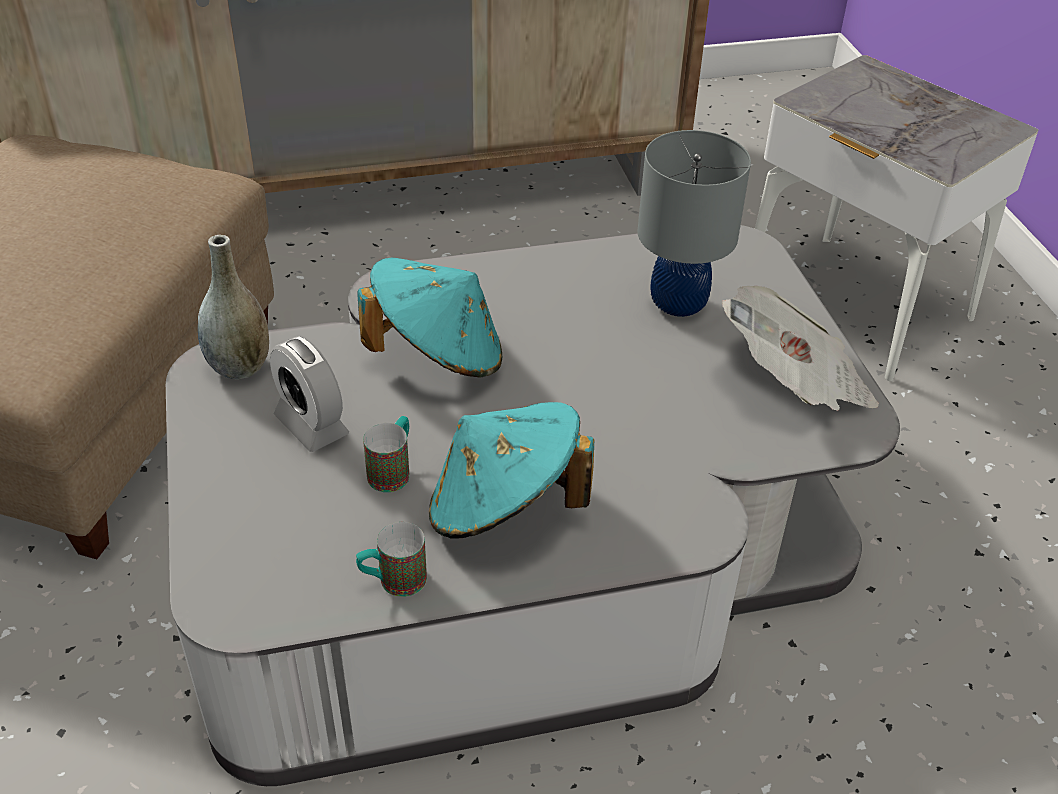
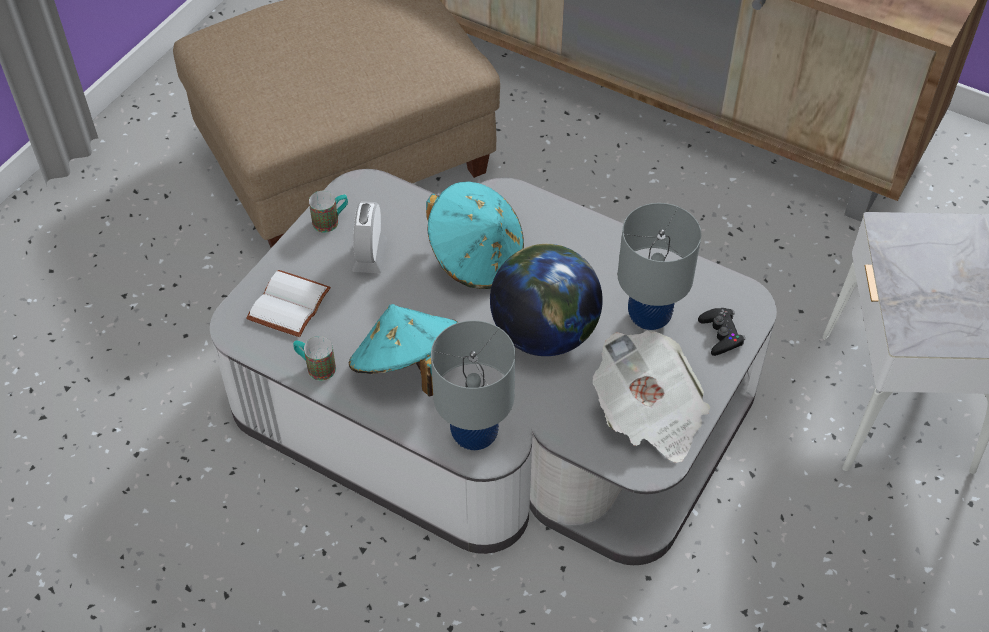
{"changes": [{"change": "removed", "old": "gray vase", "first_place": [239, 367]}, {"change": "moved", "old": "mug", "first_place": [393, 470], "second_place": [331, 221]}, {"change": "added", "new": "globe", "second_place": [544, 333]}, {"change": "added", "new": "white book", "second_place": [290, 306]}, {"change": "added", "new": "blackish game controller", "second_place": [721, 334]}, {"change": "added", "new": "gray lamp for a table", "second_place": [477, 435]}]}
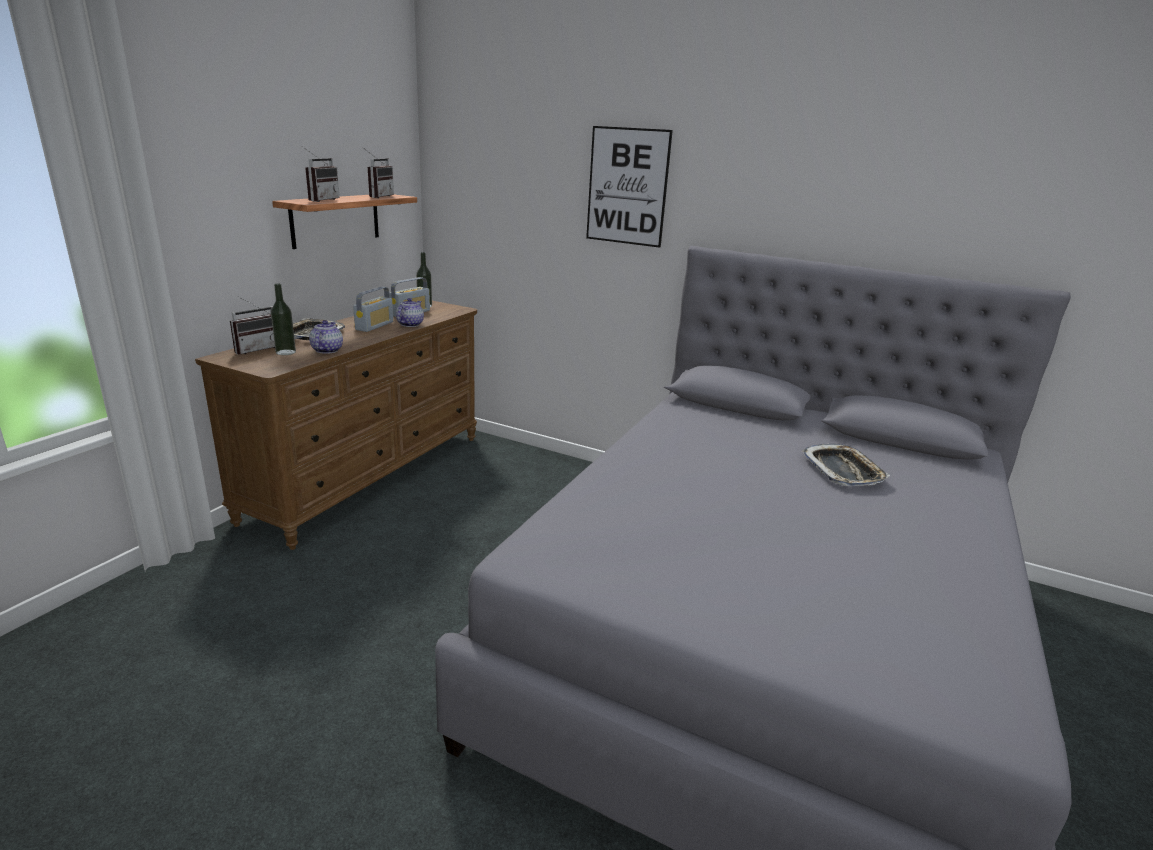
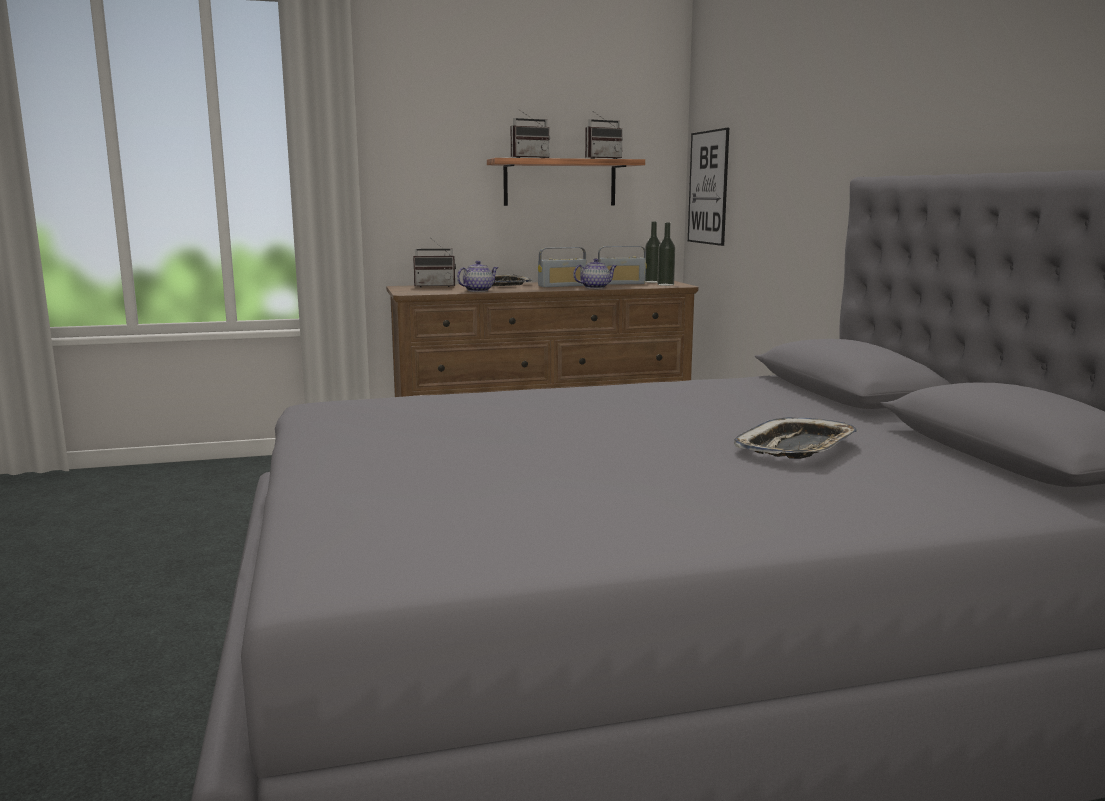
{"changes": [{"change": "moved", "old": "picture", "first_place": [627, 187], "second_place": [708, 187]}, {"change": "moved", "old": "beverage bottle", "first_place": [285, 352], "second_place": [665, 284]}]}
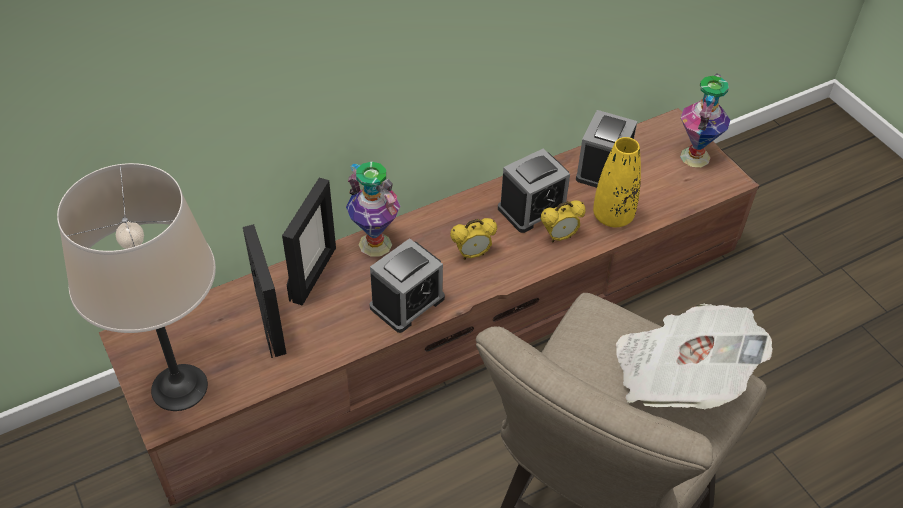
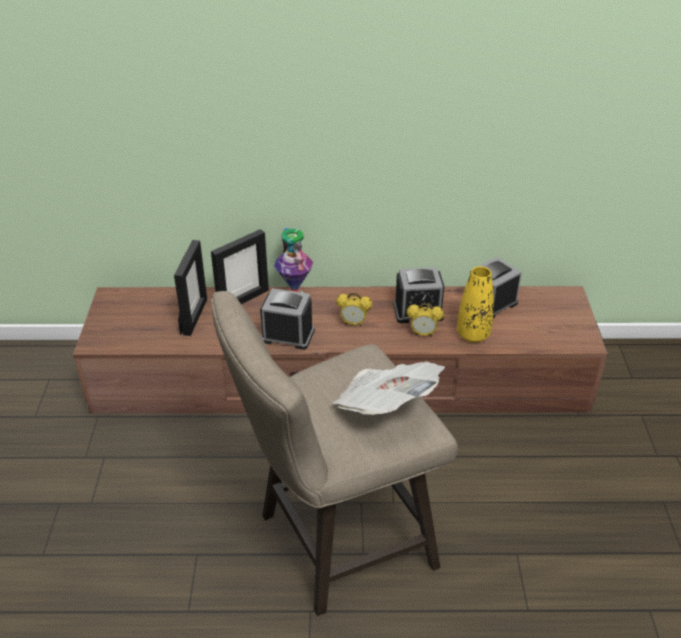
{"changes": [{"change": "removed", "old": "vase", "first_place": [695, 157]}, {"change": "removed", "old": "sand-coloured lamp for a table", "first_place": [179, 388]}, {"change": "turned", "old": "bedside clock", "first_place": [407, 302], "second_place": [287, 335], "degrees": -150}]}
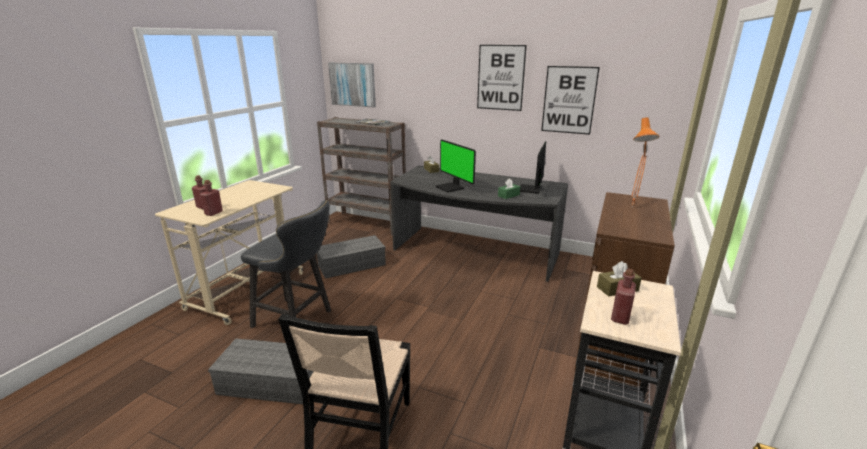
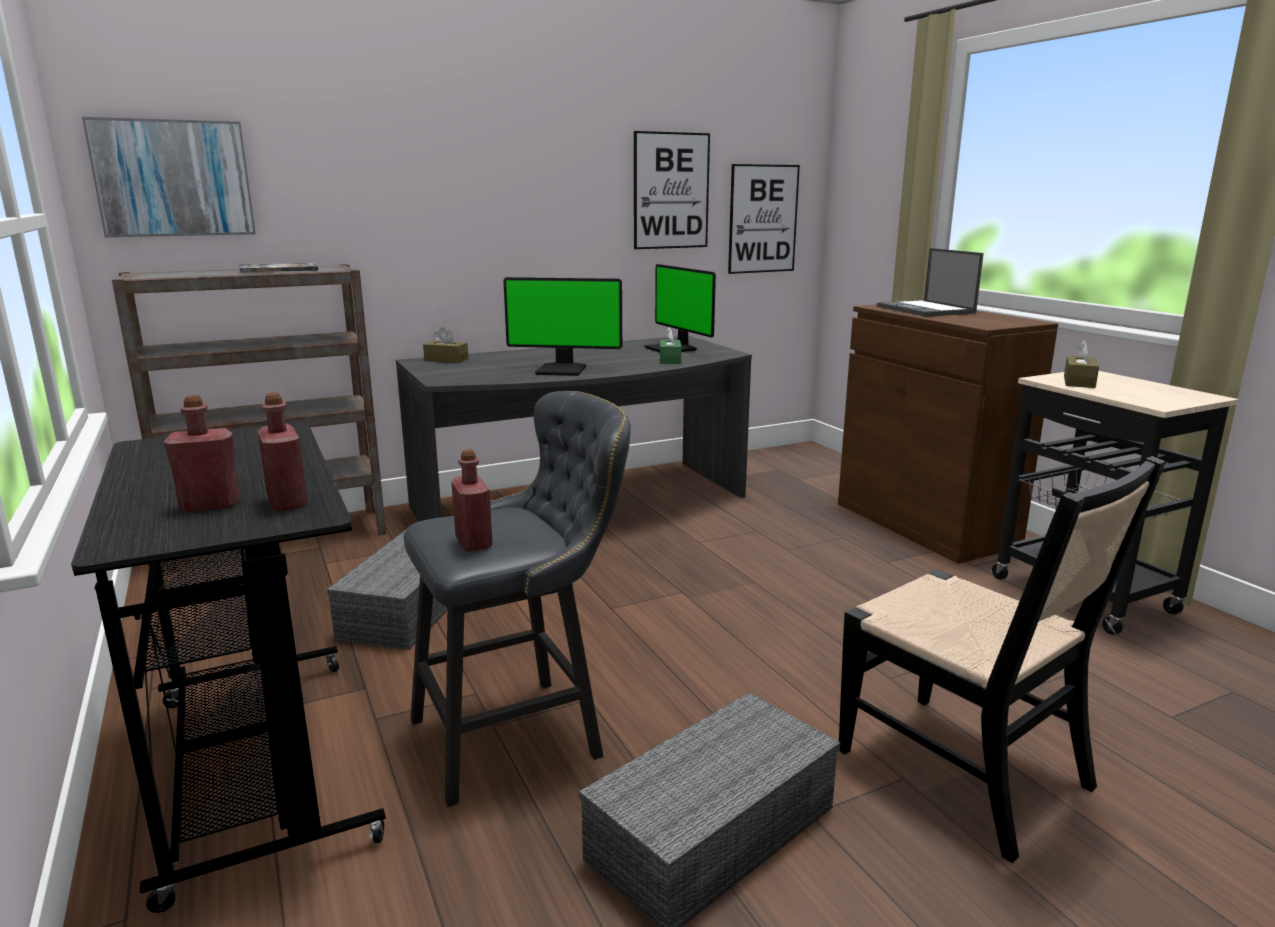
{"changes": [{"change": "moved", "old": "picture", "first_place": [500, 78], "second_place": [763, 219]}, {"change": "replaced", "old": "orange lamp for a table", "new": "laptop", "first_place": [634, 207], "second_place": [926, 310]}, {"change": "recoloured", "old": "sand-coloured desk table", "new": "blackish desk table", "first_place": [247, 290], "second_place": [262, 766]}, {"change": "moved", "old": "red beverage bottle", "first_place": [620, 317], "second_place": [473, 543]}]}
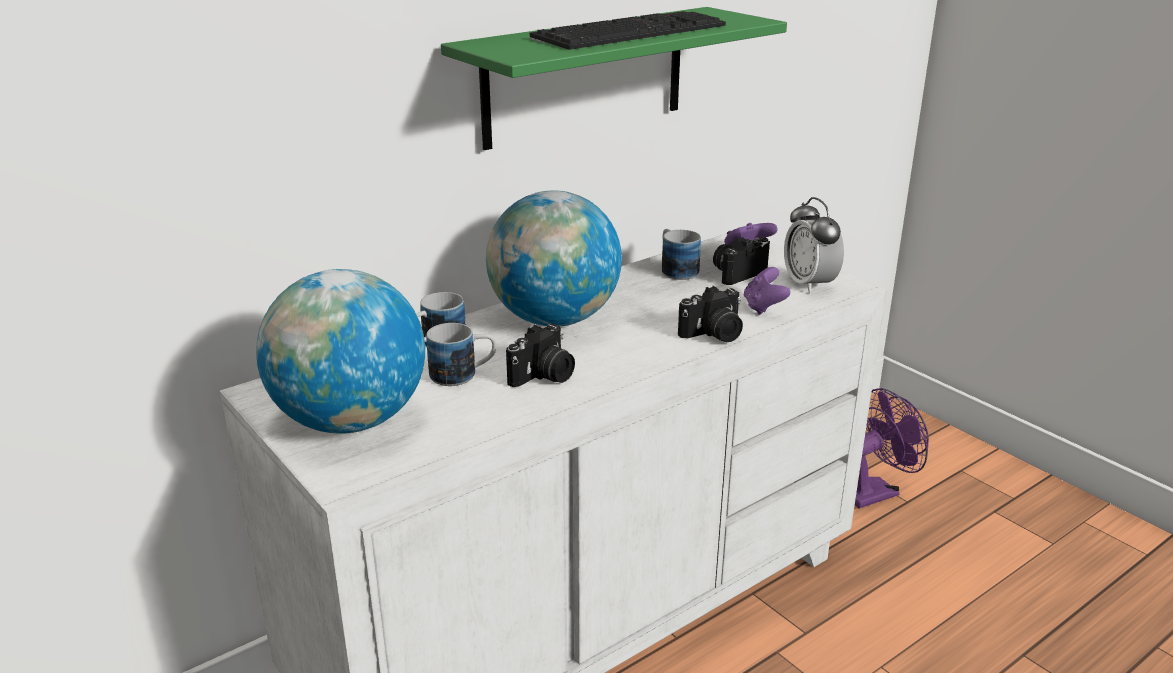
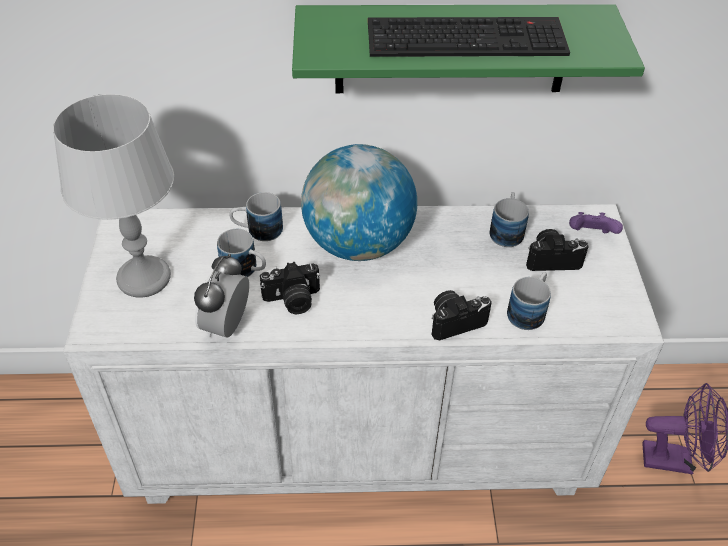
{"changes": [{"change": "moved", "old": "bedside clock", "first_place": [809, 284], "second_place": [226, 325]}, {"change": "replaced", "old": "purple-coloured game controller", "new": "mug", "first_place": [763, 307], "second_place": [529, 310]}, {"change": "replaced", "old": "globe", "new": "gray lamp for a table", "first_place": [350, 421], "second_place": [143, 278]}, {"change": "turned", "old": "still camera", "first_place": [714, 334], "second_place": [455, 321], "degrees": 150}]}
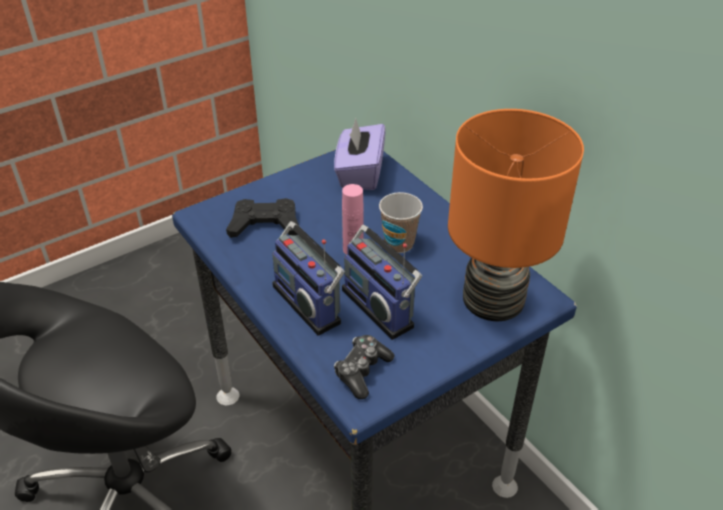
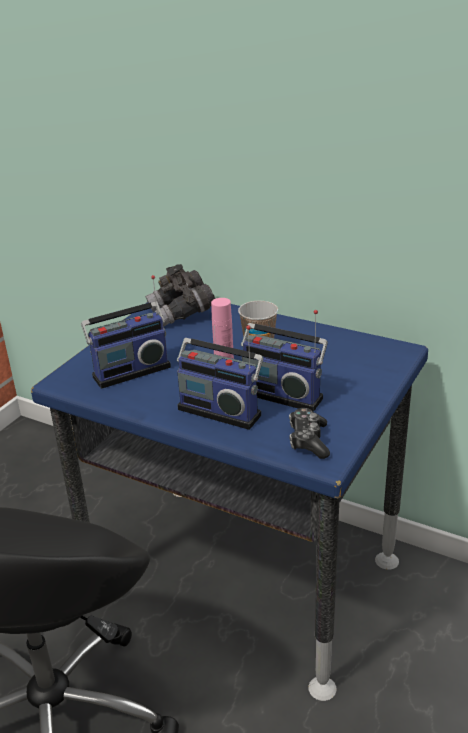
{"changes": [{"change": "removed", "old": "orange lamp for a table", "first_place": [493, 299]}, {"change": "replaced", "old": "purple-coloured tissue holder", "new": "gray binoculars", "first_place": [360, 173], "second_place": [182, 313]}, {"change": "replaced", "old": "blackish game controller", "new": "radio set", "first_place": [265, 225], "second_place": [130, 370]}]}
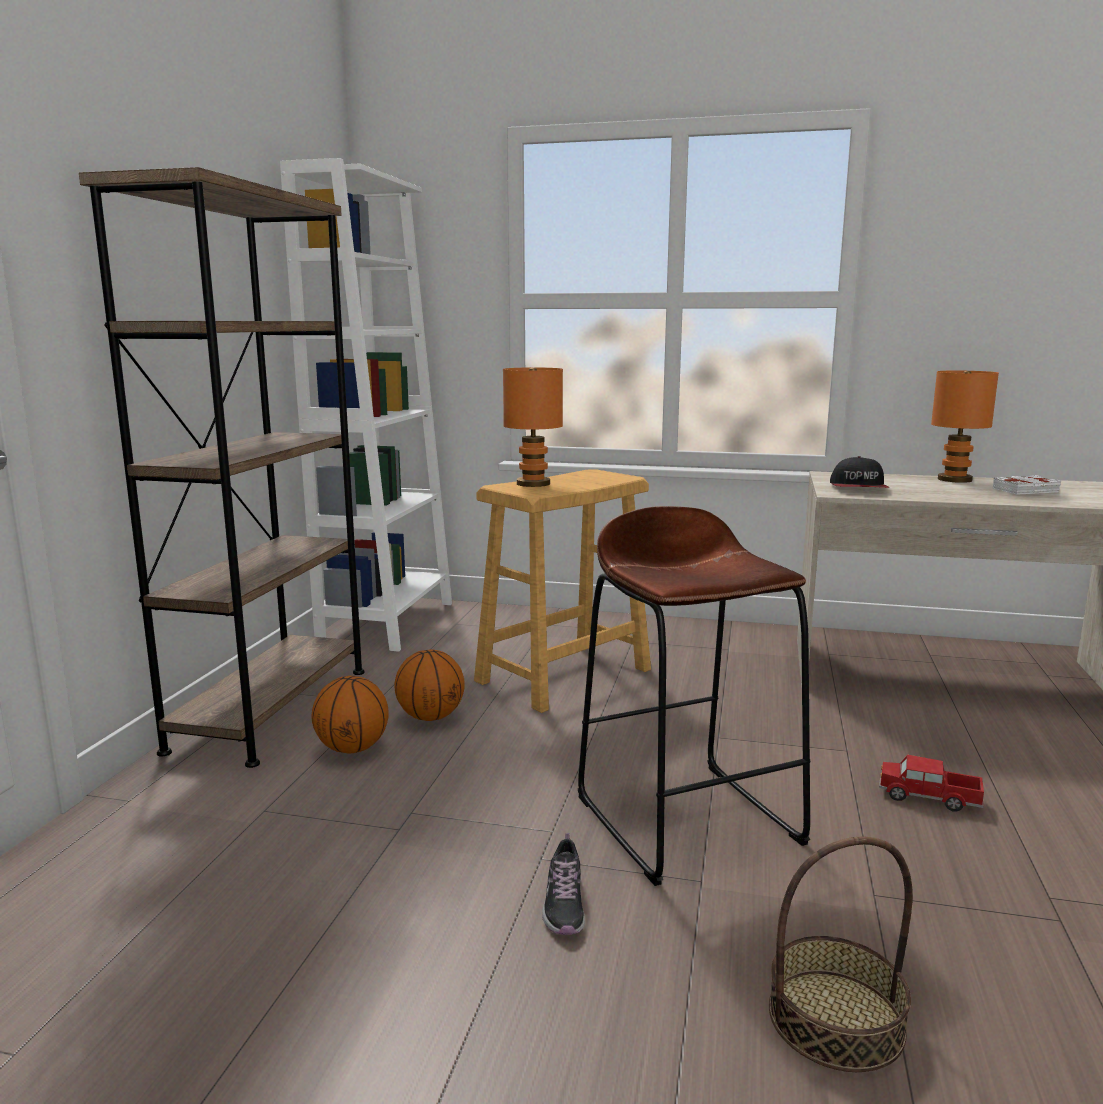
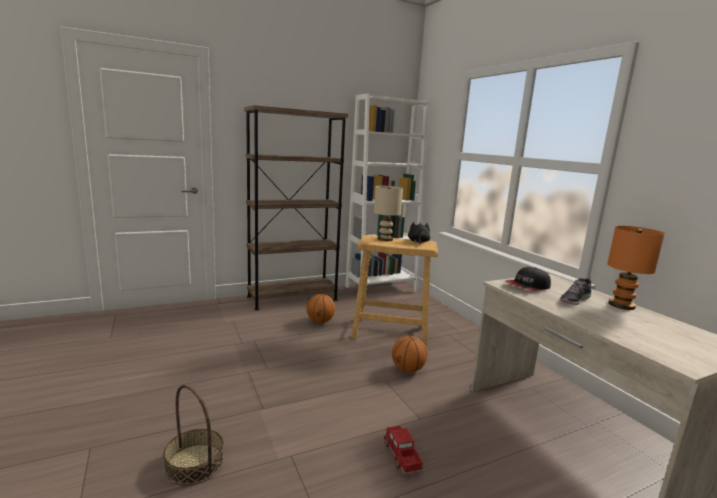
{"changes": [{"change": "recoloured", "old": "orange lamp for a table", "new": "sand-coloured lamp for a table", "first_place": [533, 484], "second_place": [384, 239]}, {"change": "removed", "old": "white book", "first_place": [1026, 491]}, {"change": "removed", "old": "brown stool seat", "first_place": [687, 819]}, {"change": "moved", "old": "basketball ball", "first_place": [352, 748], "second_place": [408, 369]}, {"change": "moved", "old": "item of footwear", "first_place": [564, 904], "second_place": [574, 300]}, {"change": "added", "new": "blackish soft toy", "second_place": [418, 242]}]}
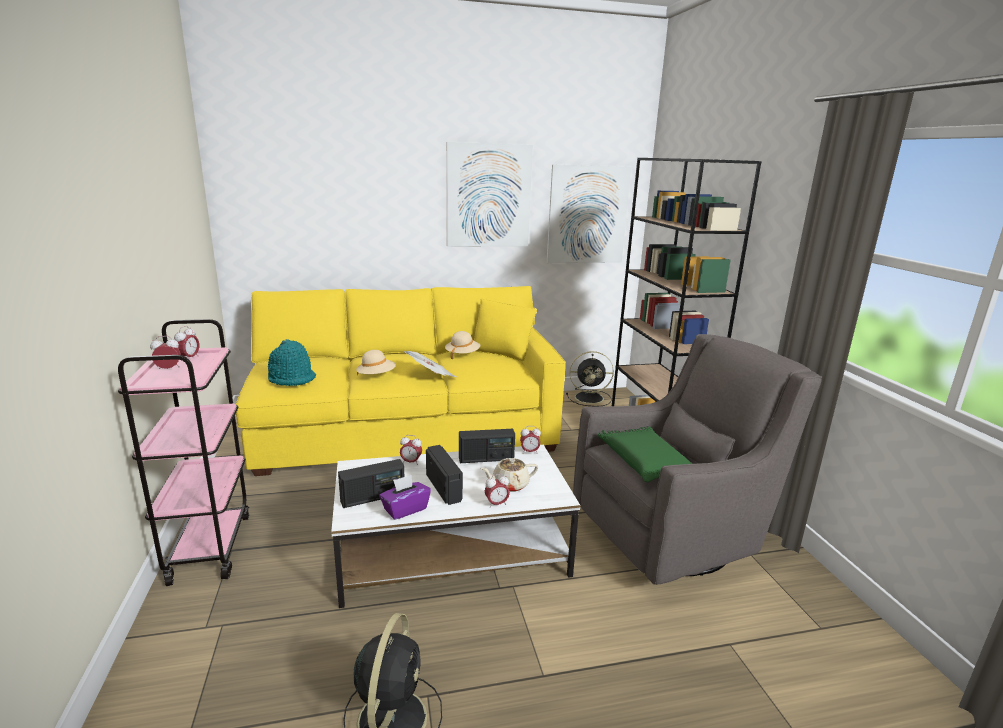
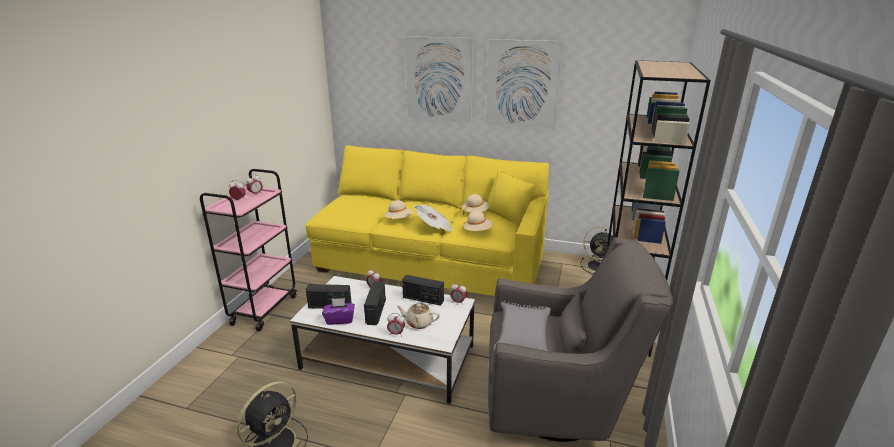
{"changes": [{"change": "moved", "old": "picture", "first_place": [587, 215], "second_place": [439, 79]}, {"change": "removed", "old": "turquoise clothing hat", "first_place": [292, 378]}, {"change": "recoloured", "old": "green-coloured cushion", "new": "gray cushion", "first_place": [646, 460], "second_place": [523, 334]}, {"change": "added", "new": "sand-coloured clothing hat", "second_place": [477, 231]}]}
